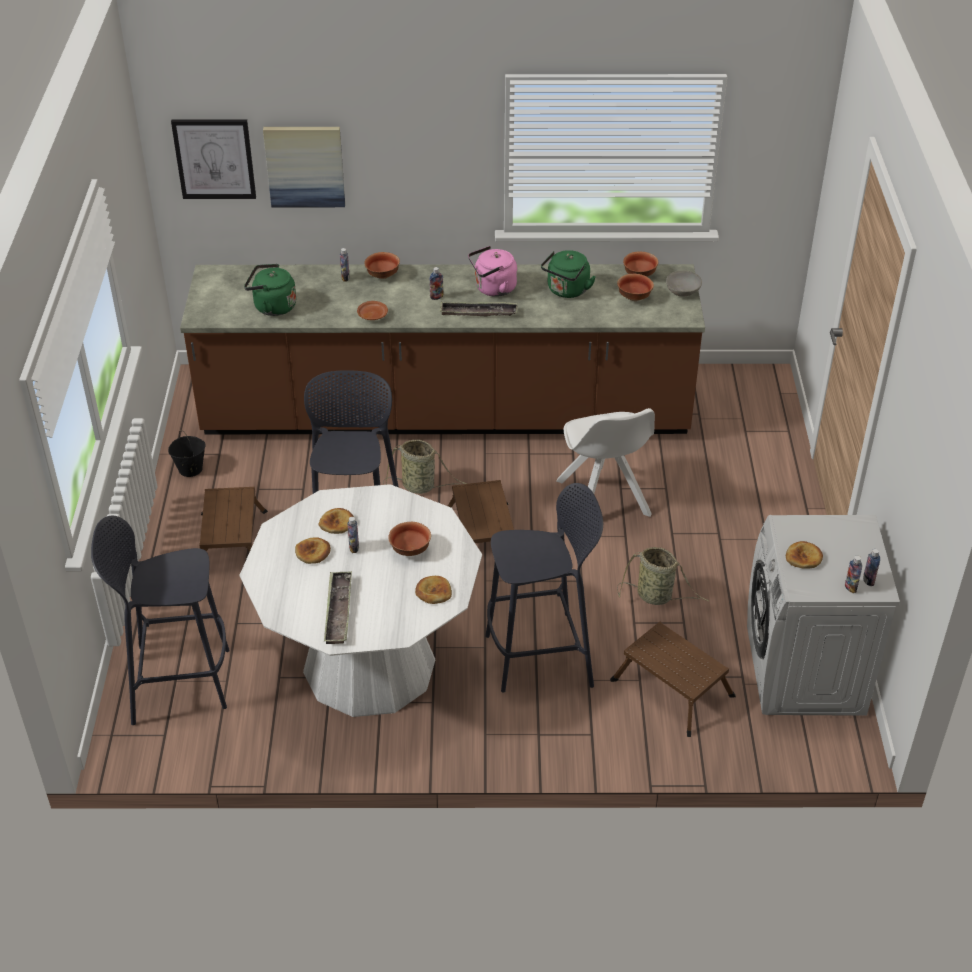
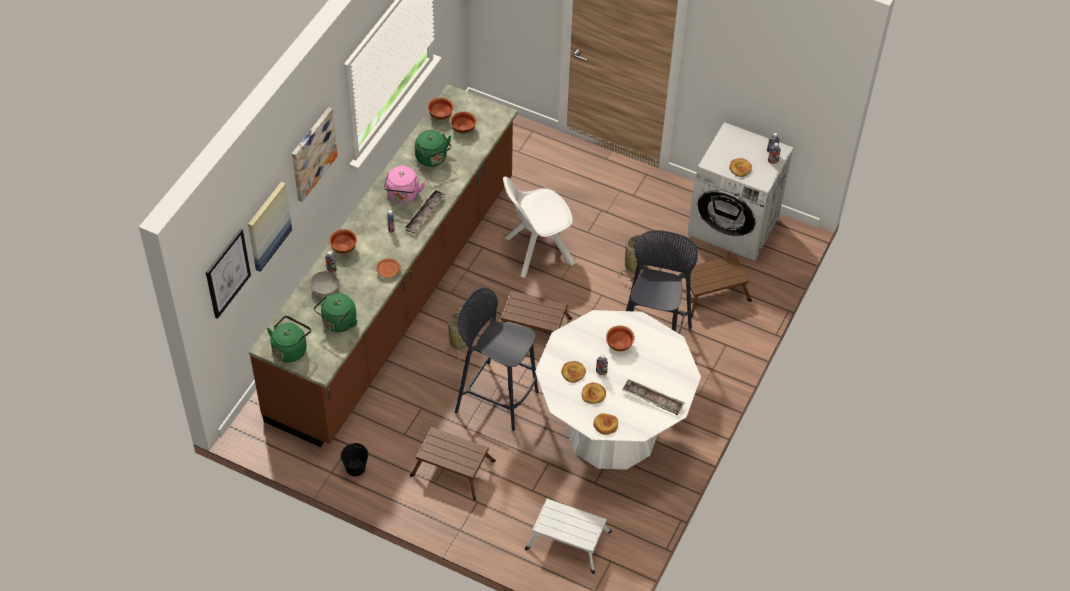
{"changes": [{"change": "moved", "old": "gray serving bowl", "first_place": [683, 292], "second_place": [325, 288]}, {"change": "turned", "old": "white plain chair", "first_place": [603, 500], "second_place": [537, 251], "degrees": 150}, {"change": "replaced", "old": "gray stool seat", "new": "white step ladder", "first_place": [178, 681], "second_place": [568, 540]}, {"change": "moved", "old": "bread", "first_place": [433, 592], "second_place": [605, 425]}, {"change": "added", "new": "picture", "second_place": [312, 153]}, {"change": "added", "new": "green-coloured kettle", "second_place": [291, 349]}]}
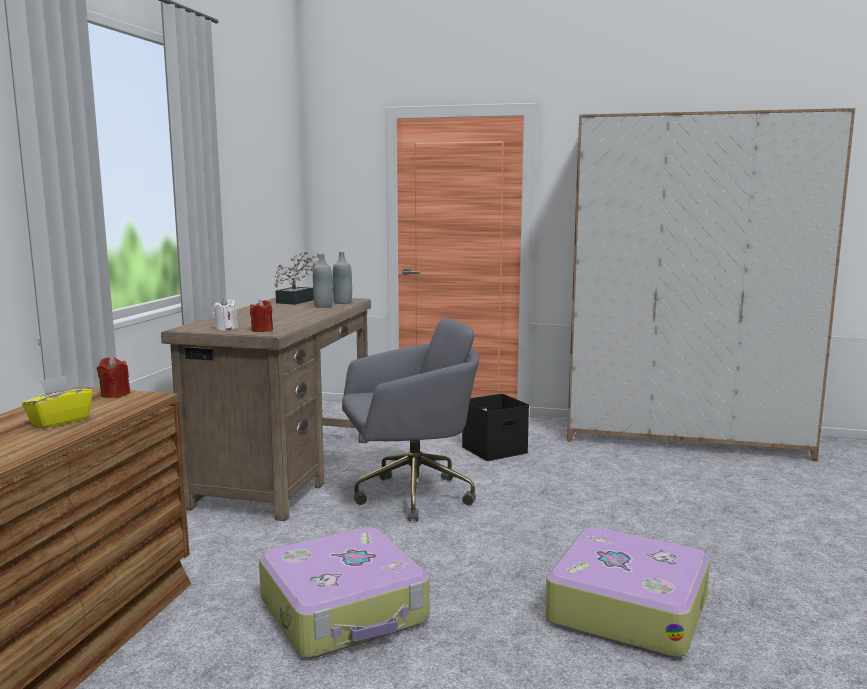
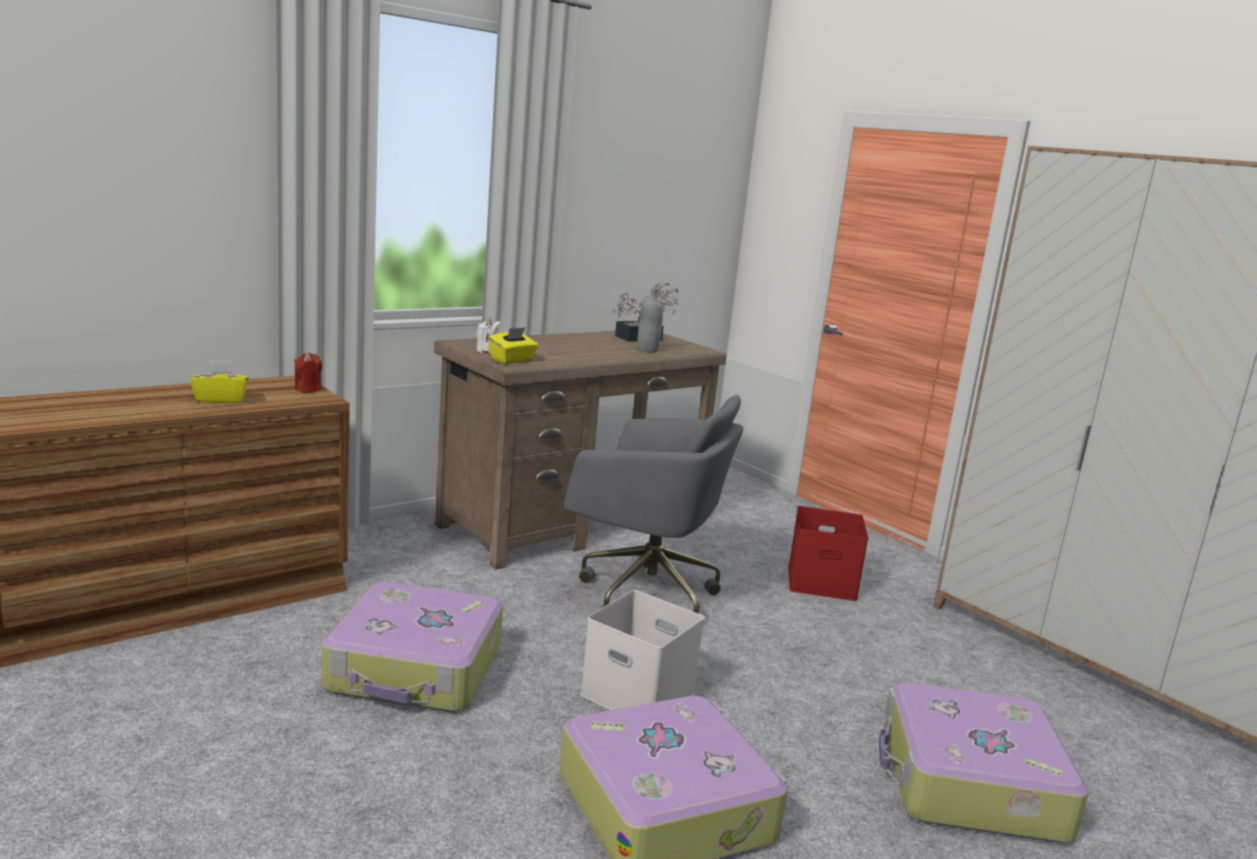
{"changes": [{"change": "removed", "old": "gray beverage bottle", "first_place": [342, 302]}, {"change": "replaced", "old": "red wax candle", "new": "yellowish tissue holder", "first_place": [262, 330], "second_place": [512, 360]}, {"change": "recoloured", "old": "blackish storage bin", "new": "red storage bin", "first_place": [494, 449], "second_place": [823, 581]}, {"change": "added", "new": "white storage bin", "second_place": [635, 694]}, {"change": "added", "new": "suitcase", "second_place": [969, 784]}]}
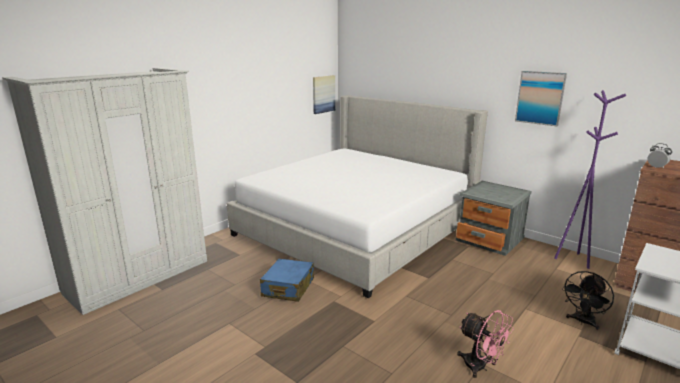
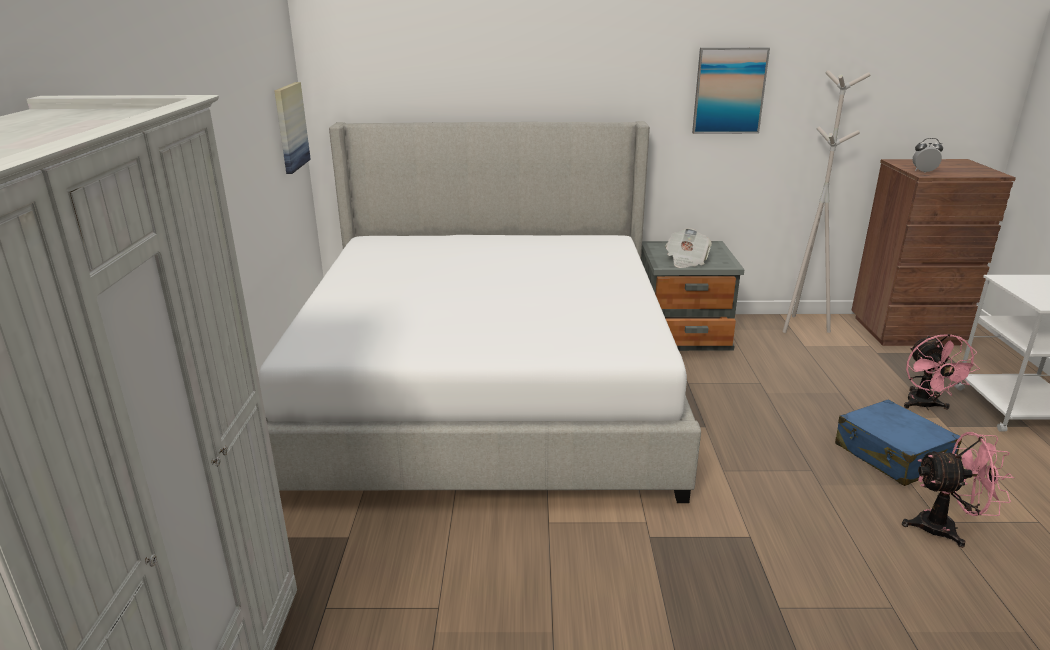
{"changes": [{"change": "recoloured", "old": "purple-coloured garment stand", "new": "gray garment stand", "first_place": [574, 260], "second_place": [802, 327]}, {"change": "moved", "old": "blue suitcase", "first_place": [288, 288], "second_place": [892, 456]}, {"change": "recoloured", "old": "blackish fan", "new": "pink-coloured fan", "first_place": [582, 322], "second_place": [924, 406]}, {"change": "added", "new": "daily paper", "second_place": [686, 260]}]}
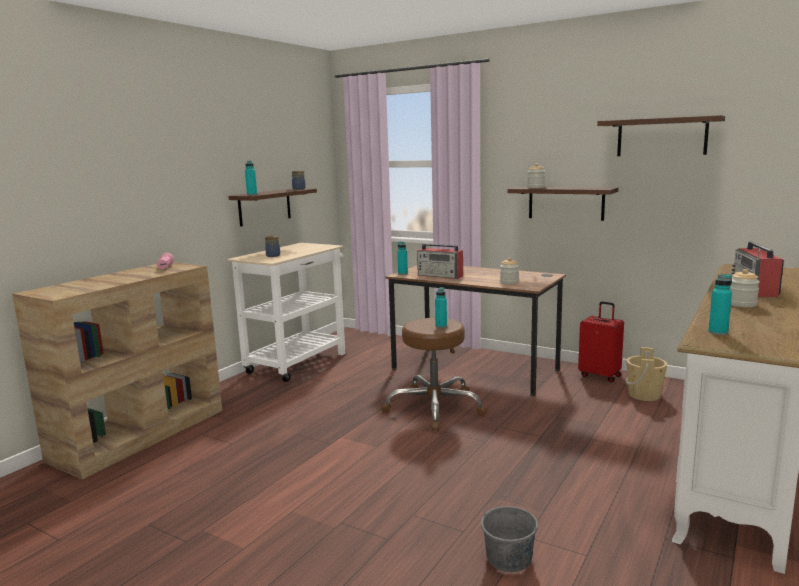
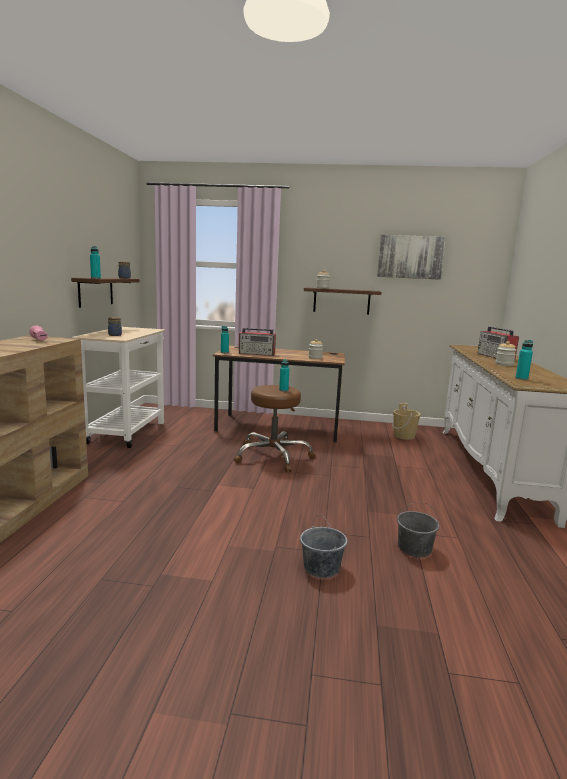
{"changes": [{"change": "replaced", "old": "shelf", "new": "picture", "first_place": [661, 137], "second_place": [410, 257]}, {"change": "removed", "old": "red suitcase", "first_place": [600, 375]}, {"change": "added", "new": "gray bucket", "second_place": [321, 567]}]}
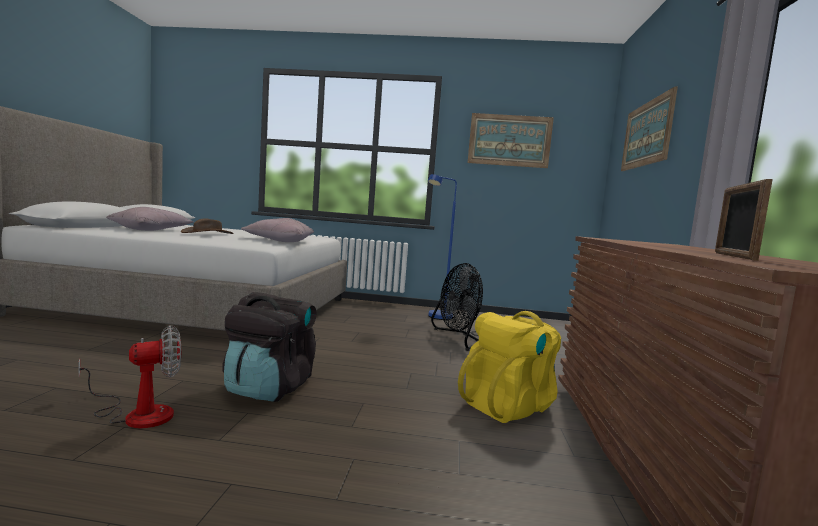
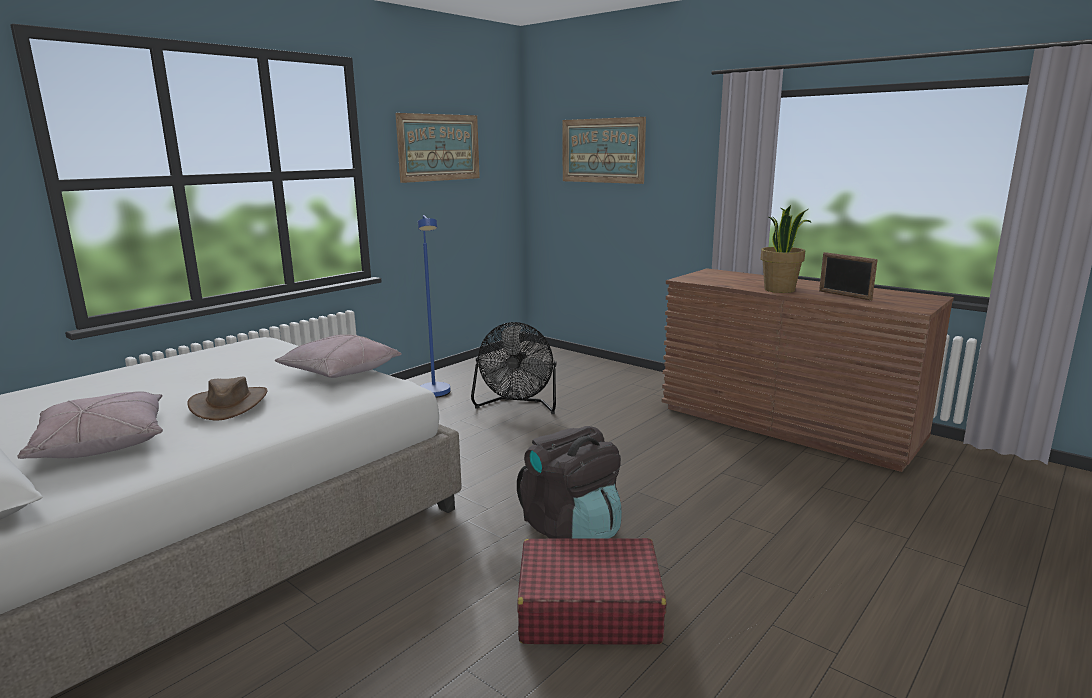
{"changes": [{"change": "removed", "old": "yellowish backpack", "first_place": [508, 406]}, {"change": "replaced", "old": "fan", "new": "red suitcase", "first_place": [138, 414], "second_place": [588, 609]}, {"change": "added", "new": "potted plant", "second_place": [780, 290]}]}
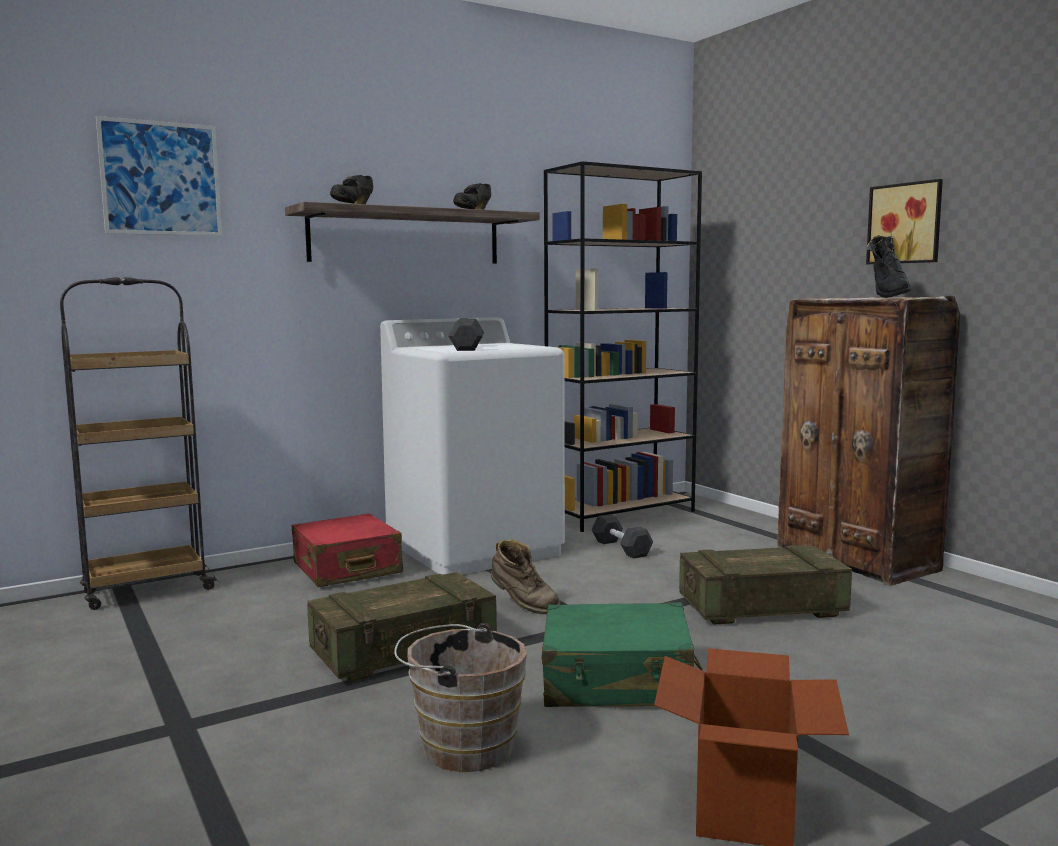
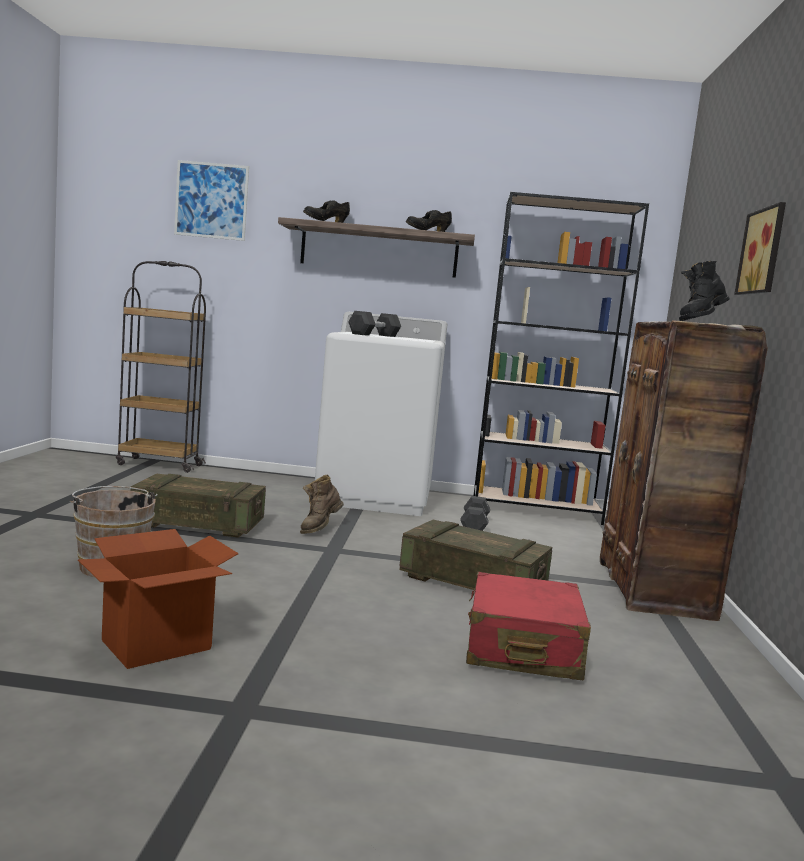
{"changes": [{"change": "moved", "old": "red suitcase", "first_place": [346, 569], "second_place": [522, 648]}, {"change": "turned", "old": "brown boot", "first_place": [523, 606], "second_place": [319, 529], "degrees": 45}, {"change": "removed", "old": "green-coloured suitcase", "first_place": [617, 681]}]}
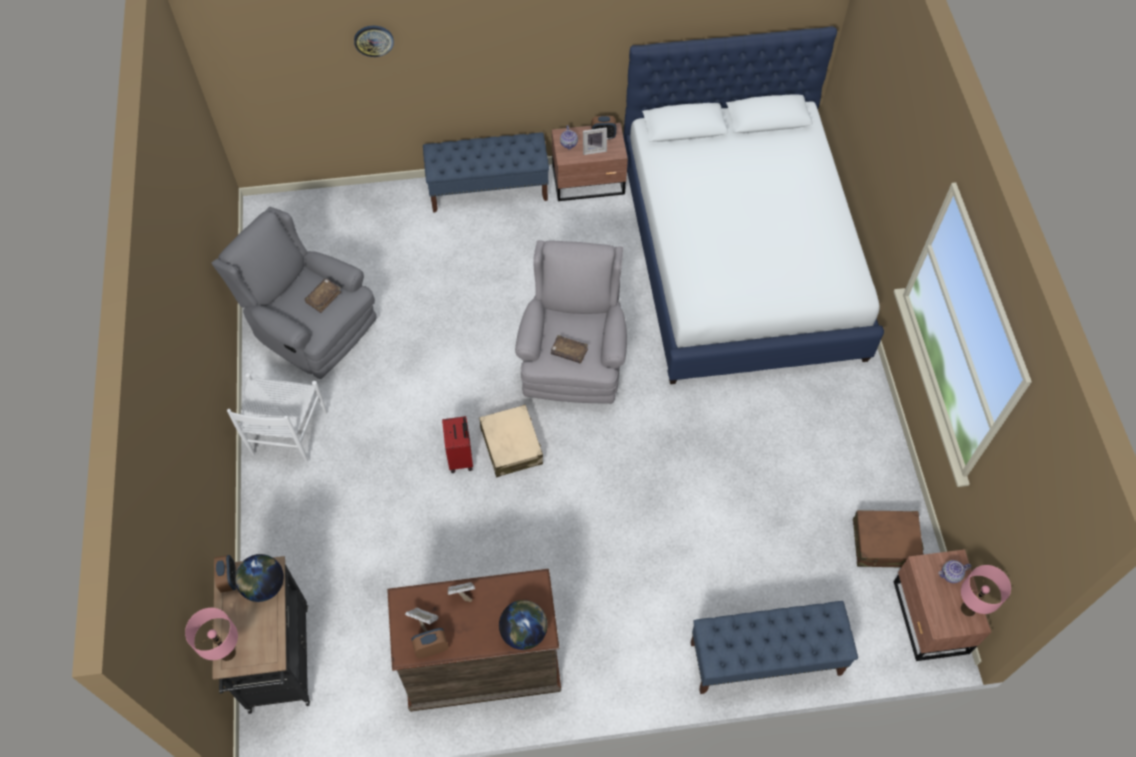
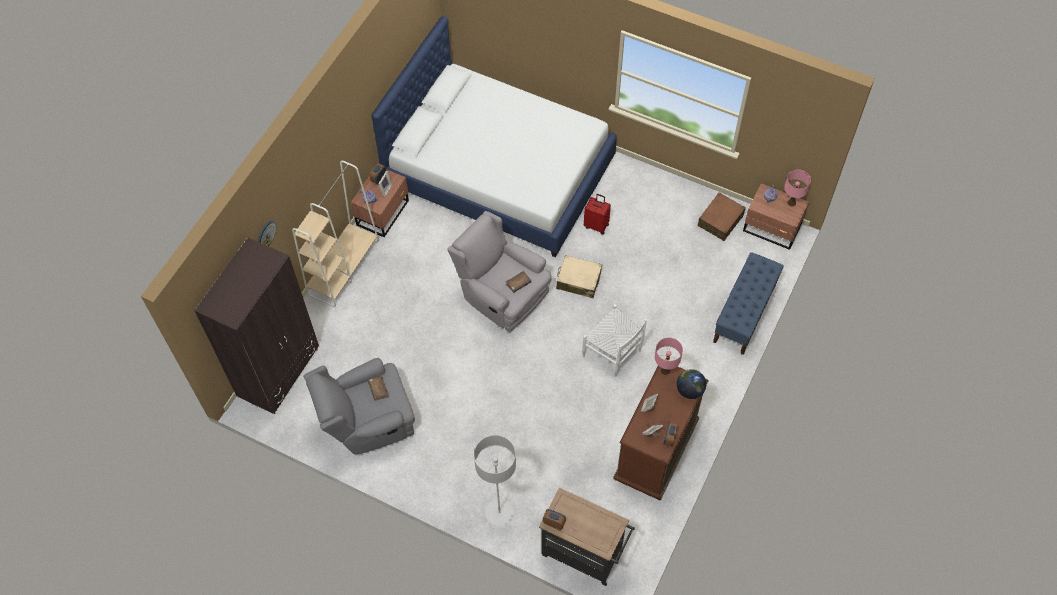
{"changes": [{"change": "replaced", "old": "blue long seat", "new": "sand-coloured garment stand", "first_place": [489, 189], "second_place": [344, 268]}, {"change": "moved", "old": "white plain chair", "first_place": [286, 434], "second_place": [613, 352]}, {"change": "moved", "old": "sand-coloured suitcase", "first_place": [511, 446], "second_place": [578, 280]}, {"change": "moved", "old": "red suitcase", "first_place": [461, 457], "second_place": [596, 225]}, {"change": "removed", "old": "globe", "first_place": [264, 586]}, {"change": "moved", "old": "pink-coloured lamp for a table", "first_place": [228, 652], "second_place": [665, 370]}, {"change": "added", "new": "brown wardrobe", "second_place": [279, 373]}, {"change": "added", "new": "gray standing lamp", "second_place": [499, 513]}]}
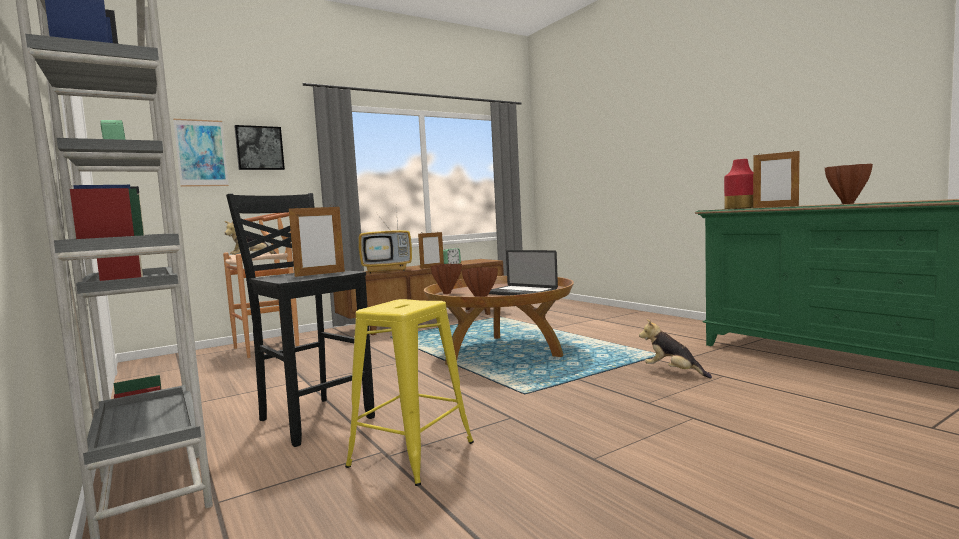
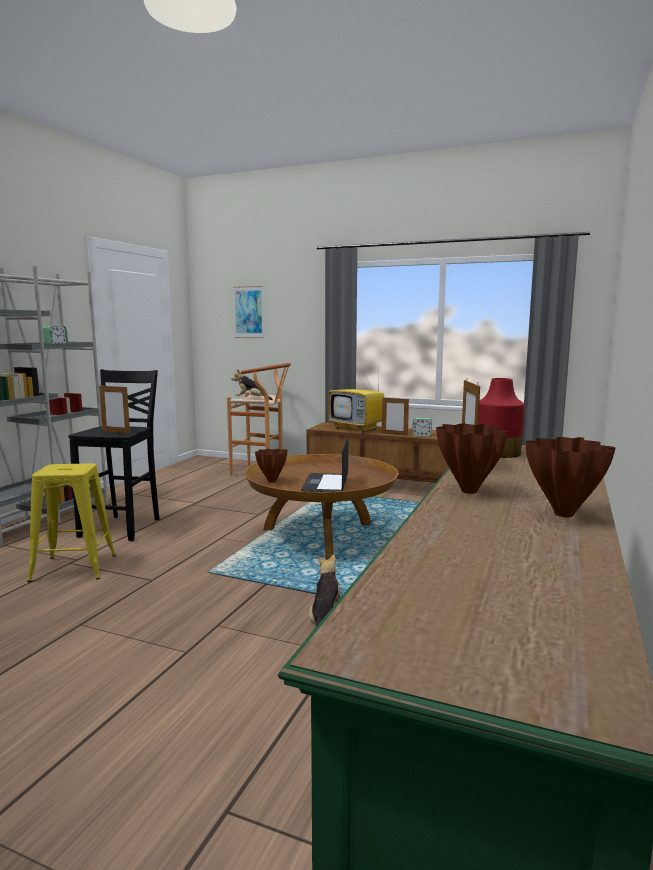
{"changes": [{"change": "removed", "old": "picture", "first_place": [259, 148]}, {"change": "moved", "old": "brown vase", "first_place": [447, 293], "second_place": [563, 515]}]}
